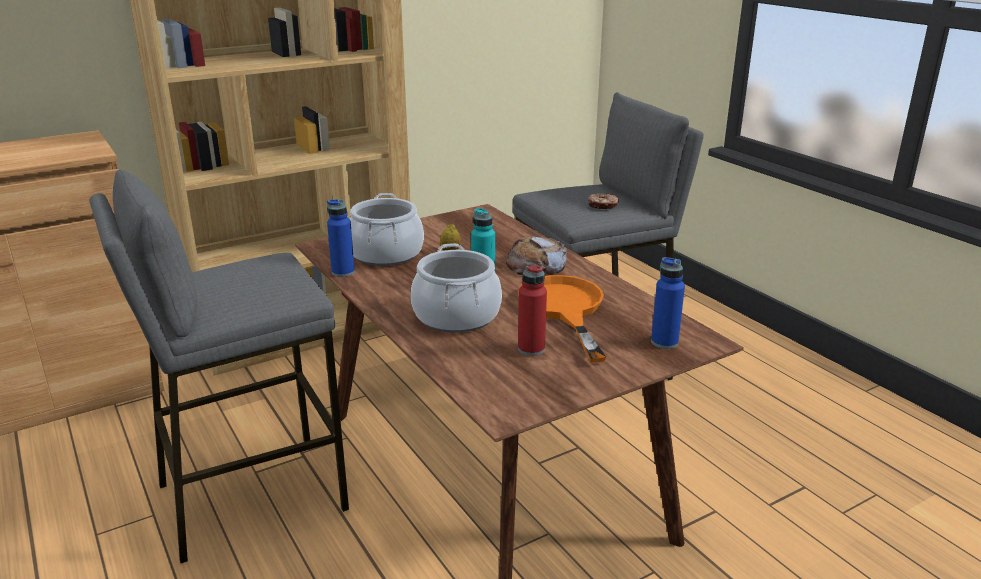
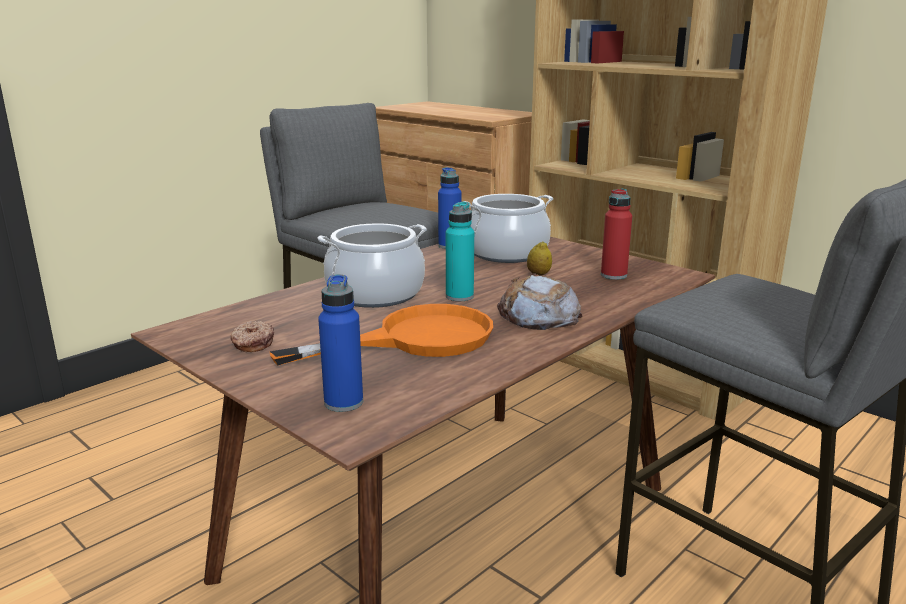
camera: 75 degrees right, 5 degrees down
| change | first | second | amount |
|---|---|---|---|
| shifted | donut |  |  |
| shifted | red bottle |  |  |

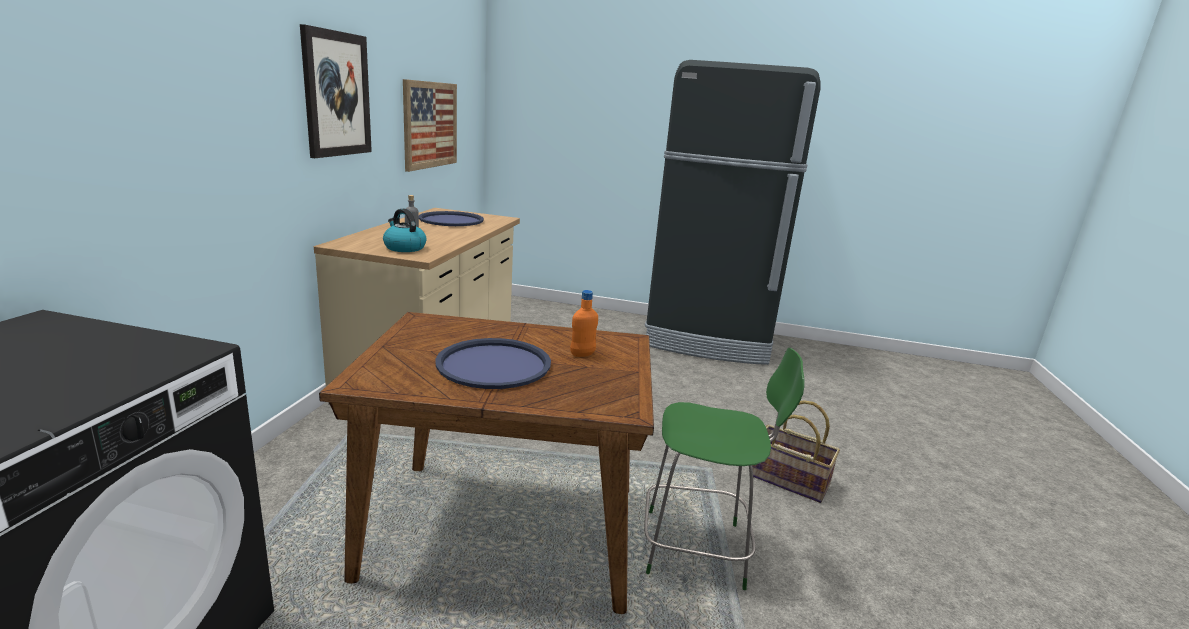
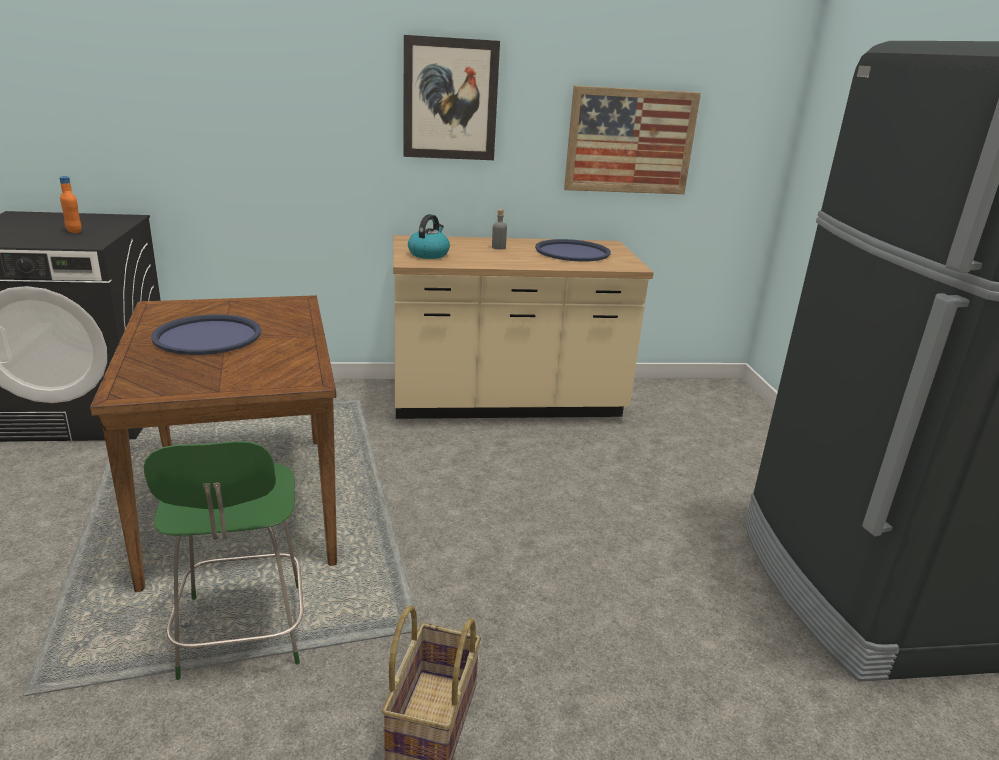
camera: 70 degrees right, 5 degrees up
| change | first | second | amount |
|---|---|---|---|
| shifted | orange bottle |  |  |

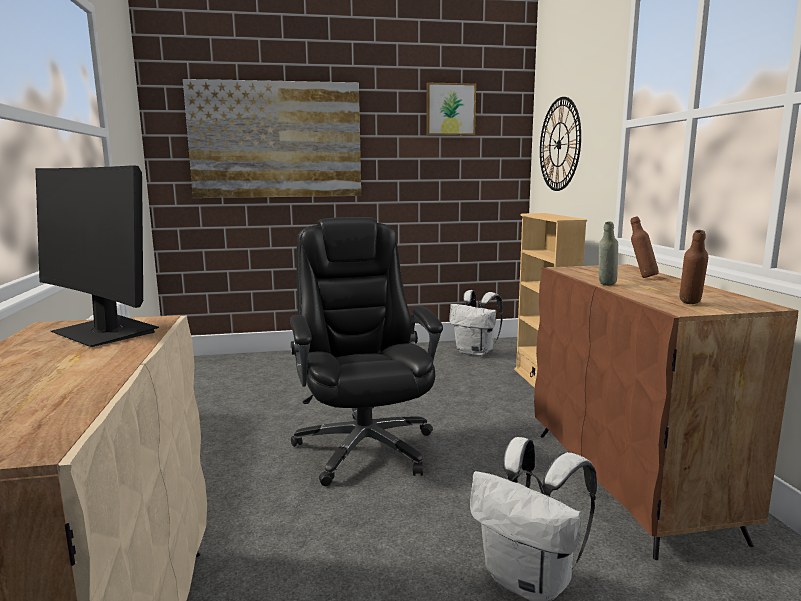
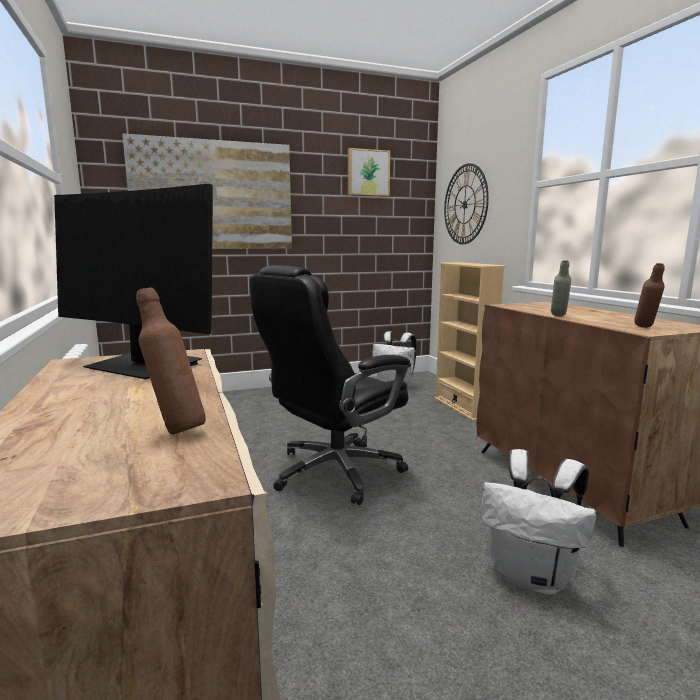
camera: 10 degrees left, 0 degrees up
| change | first | second | amount |
|---|---|---|---|
| shifted | brown bottle (no. 1 from left) |  |  |
| rotated | black office chair |  | 105 degrees counterclockwise |

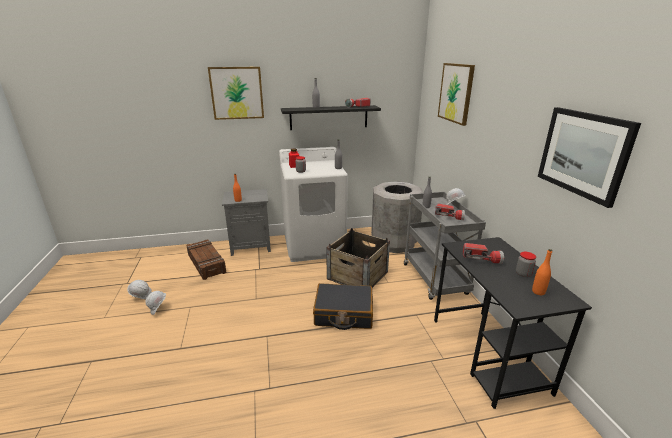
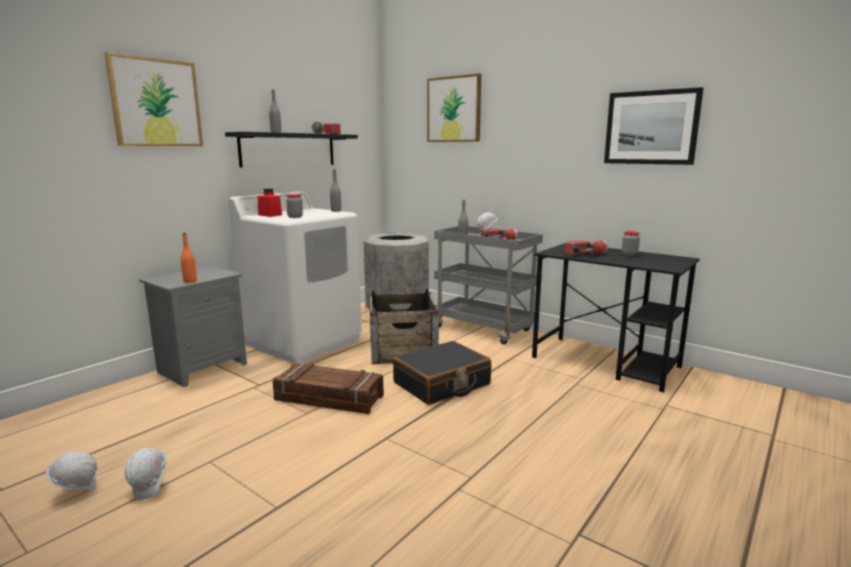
camera: 40 degrees left, 10 degrees down
| change | first | second | amount |
|---|---|---|---|
| shifted | crate (no. 1 from left) |  |  |
| gone | orange bottle (no. 2 from left) |  |  |

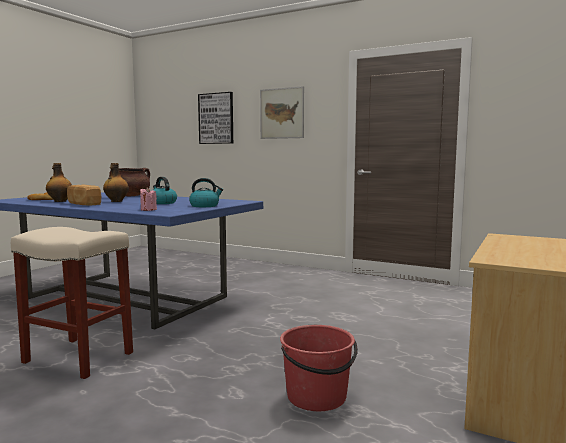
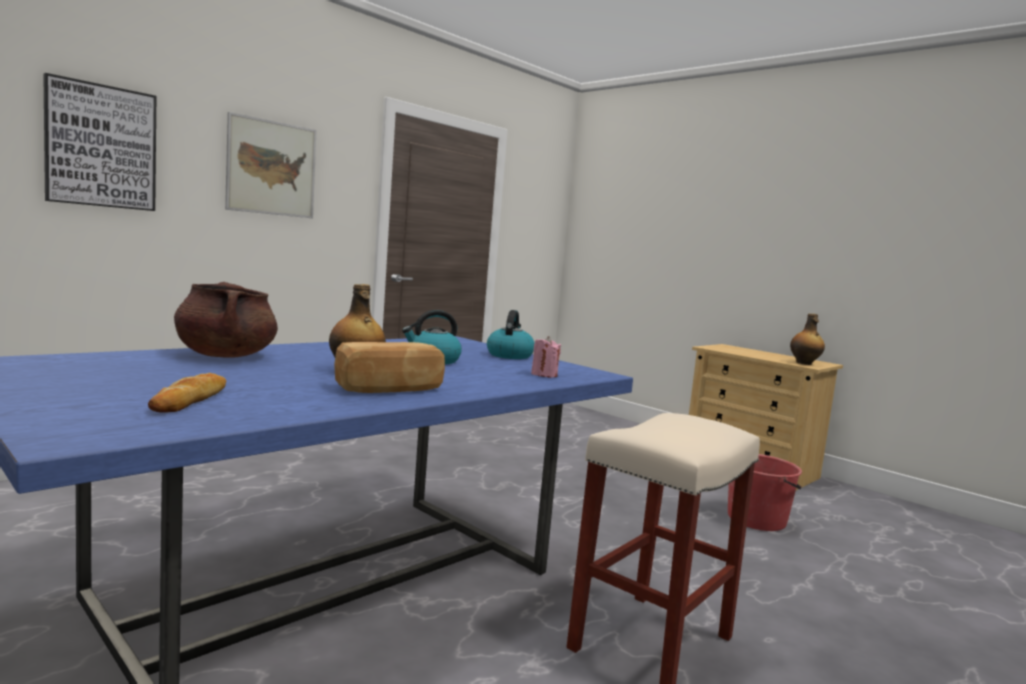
camera: 75 degrees left, 0 degrees up
| change | first | second | amount |
|---|---|---|---|
| shifted | bottle (no. 1 from left in the first image) | bottle (no. 2 from left) |  |

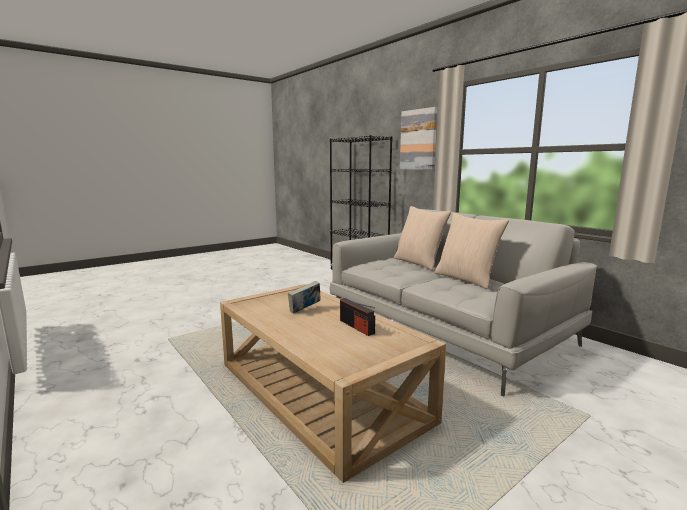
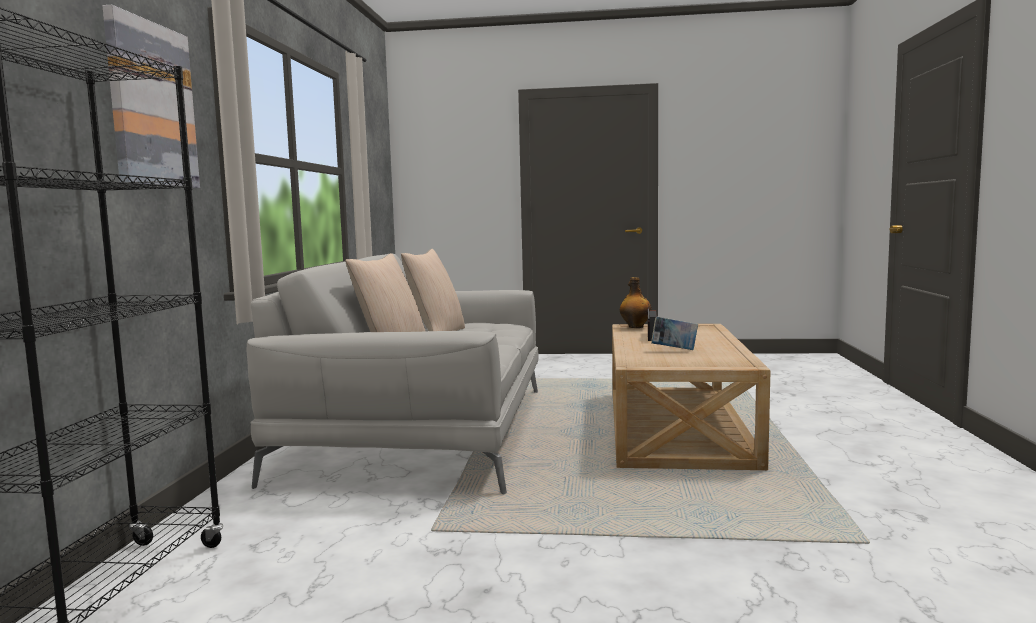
camera: 135 degrees left, 5 degrees down
| change | first | second | amount |
|---|---|---|---|
| new |  | bottle |  |

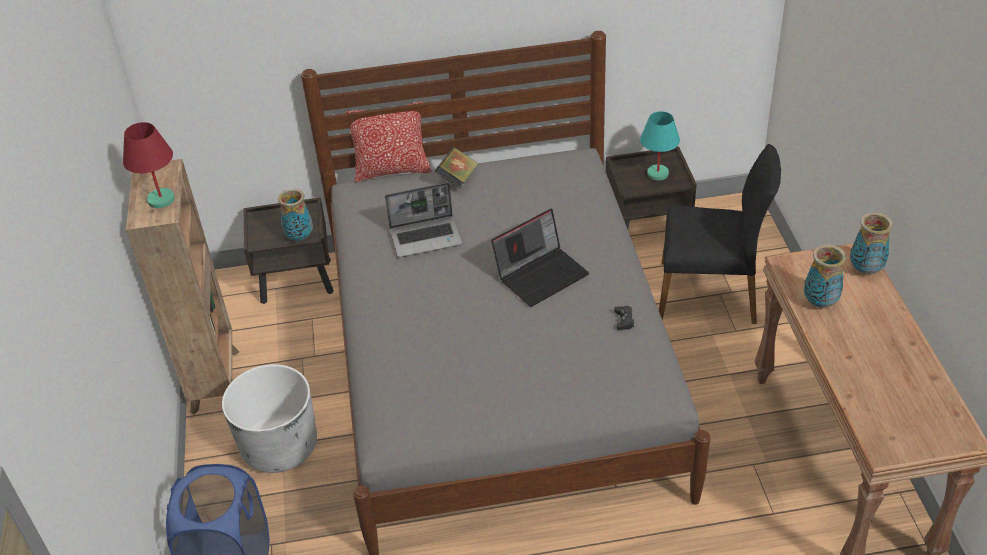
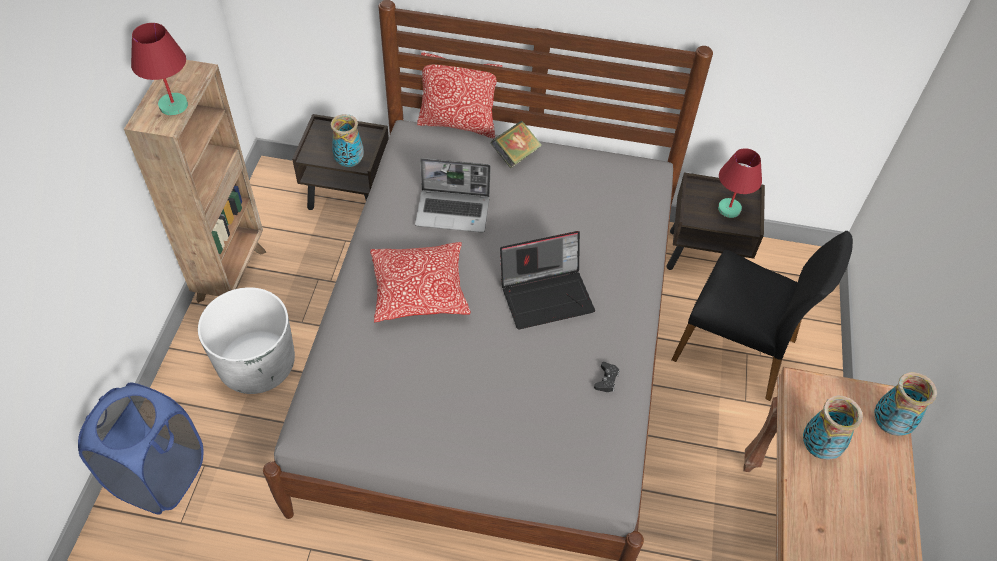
camera: 15 degrees right, 10 degrees up
| change | first | second | amount |
|---|---|---|---|
| repainted | turquoise table lamp | red table lamp (no. 2 from left) |  |
| new |  | pillow (no. 1 from left) |  |

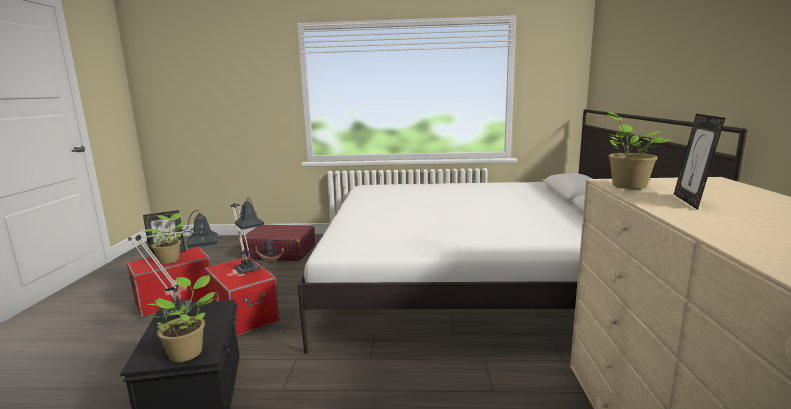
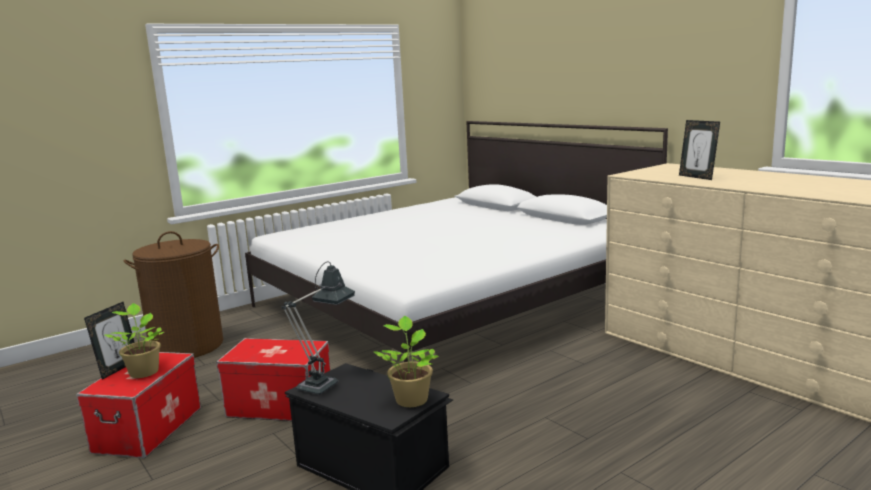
camera: 40 degrees left, 0 degrees up
| change | first | second | amount |
|---|---|---|---|
| gone | potted plant (no. 3 from left) |  |  |
| gone | table lamp (no. 2 from left) |  |  |
| swapped | red suitcase | brown laundry basket |  |

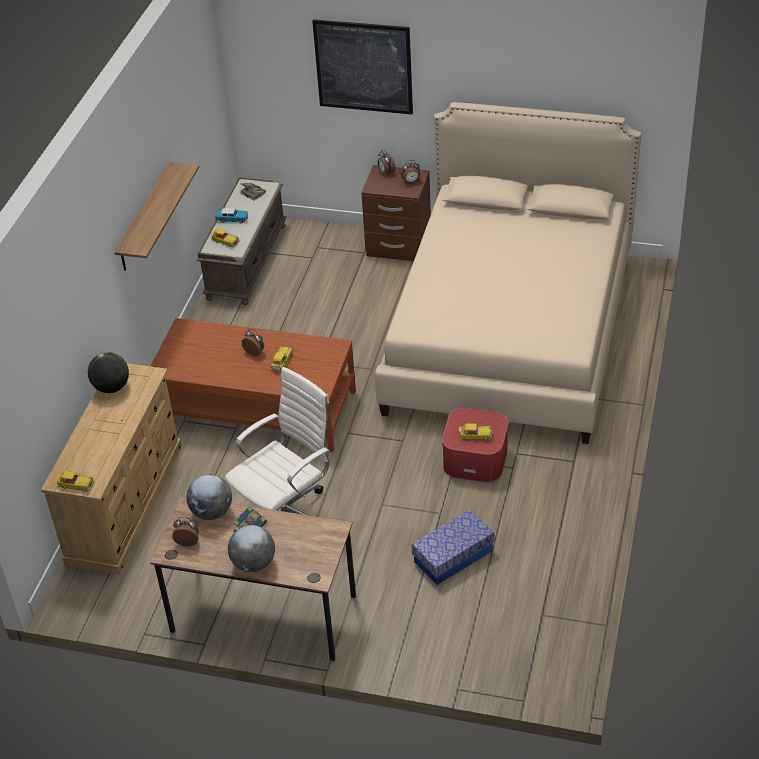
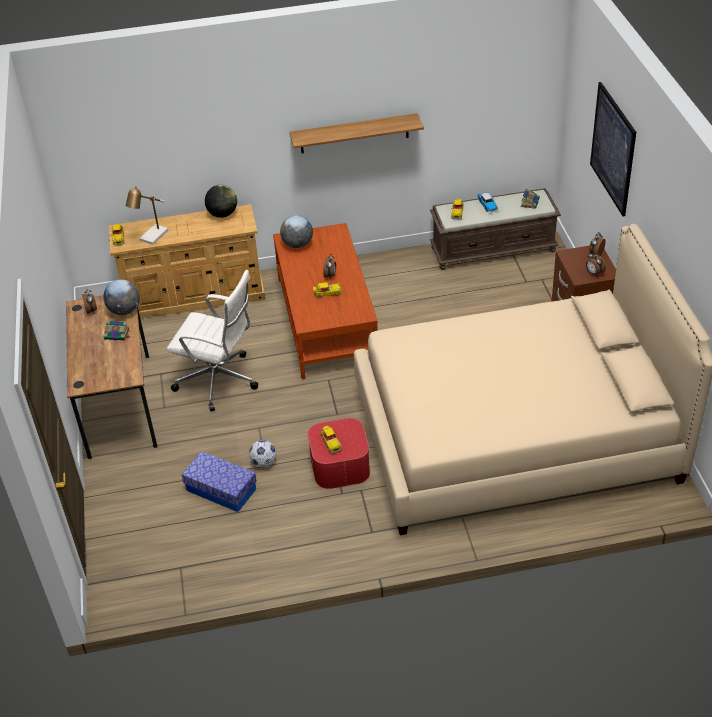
camera: 65 degrees right, 0 degrees up
| change | first | second | amount |
|---|---|---|---|
| shifted | globe (no. 3 from left) |  |  |
| new |  | table lamp |  |
| new |  | football |  |

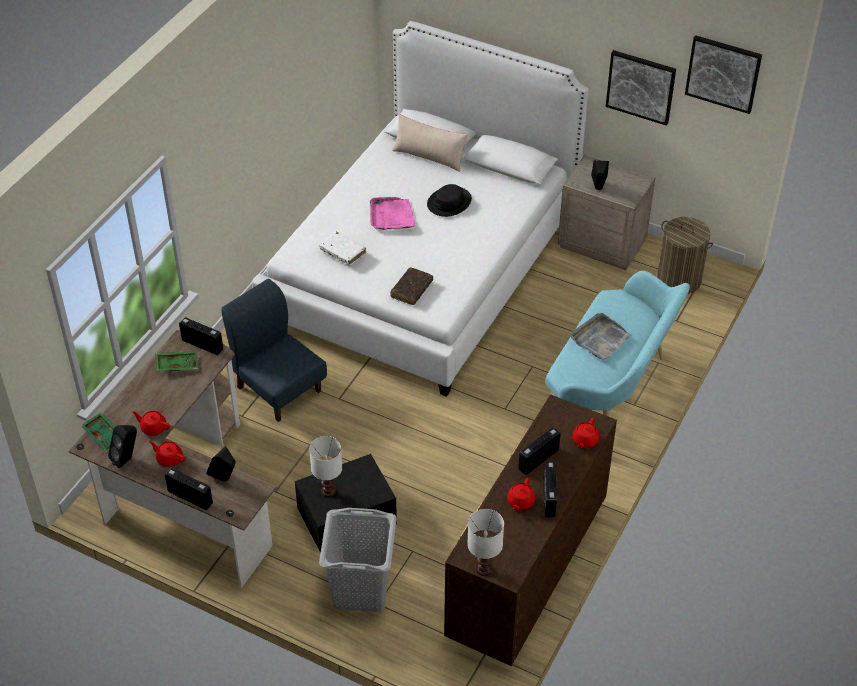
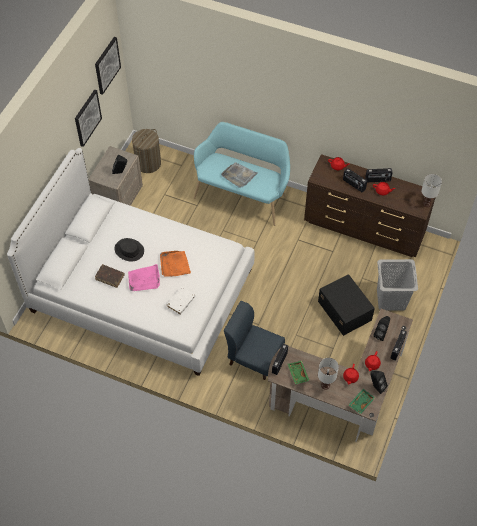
camera: 95 degrees left, 10 degrees up
| change | first | second | amount |
|---|---|---|---|
| gone | beige pillow |  |  |
| shifted | brown book |  |  |
| rotated | blue chair |  | 75 degrees clockwise |
| shifted | white table lamp (no. 1 from left) |  |  |
| new |  | orange tray |  |

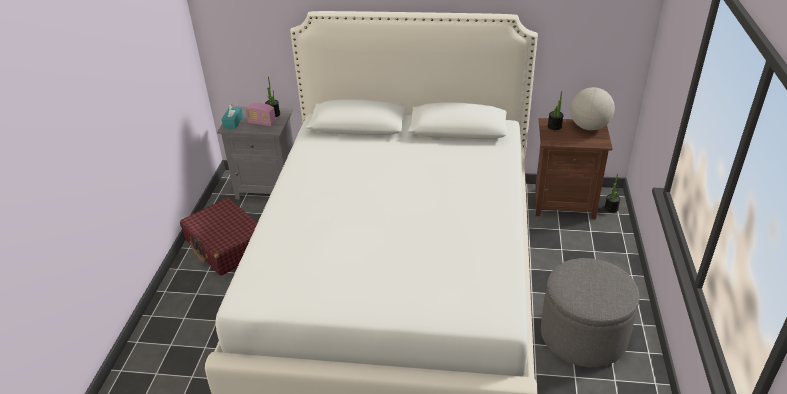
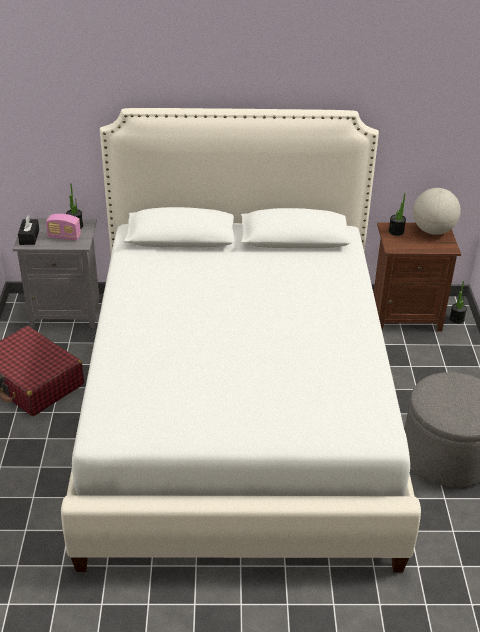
camera: 10 degrees left, 0 degrees up
| change | first | second | amount |
|---|---|---|---|
| repainted | turquoise tissue box | black tissue box |  |

